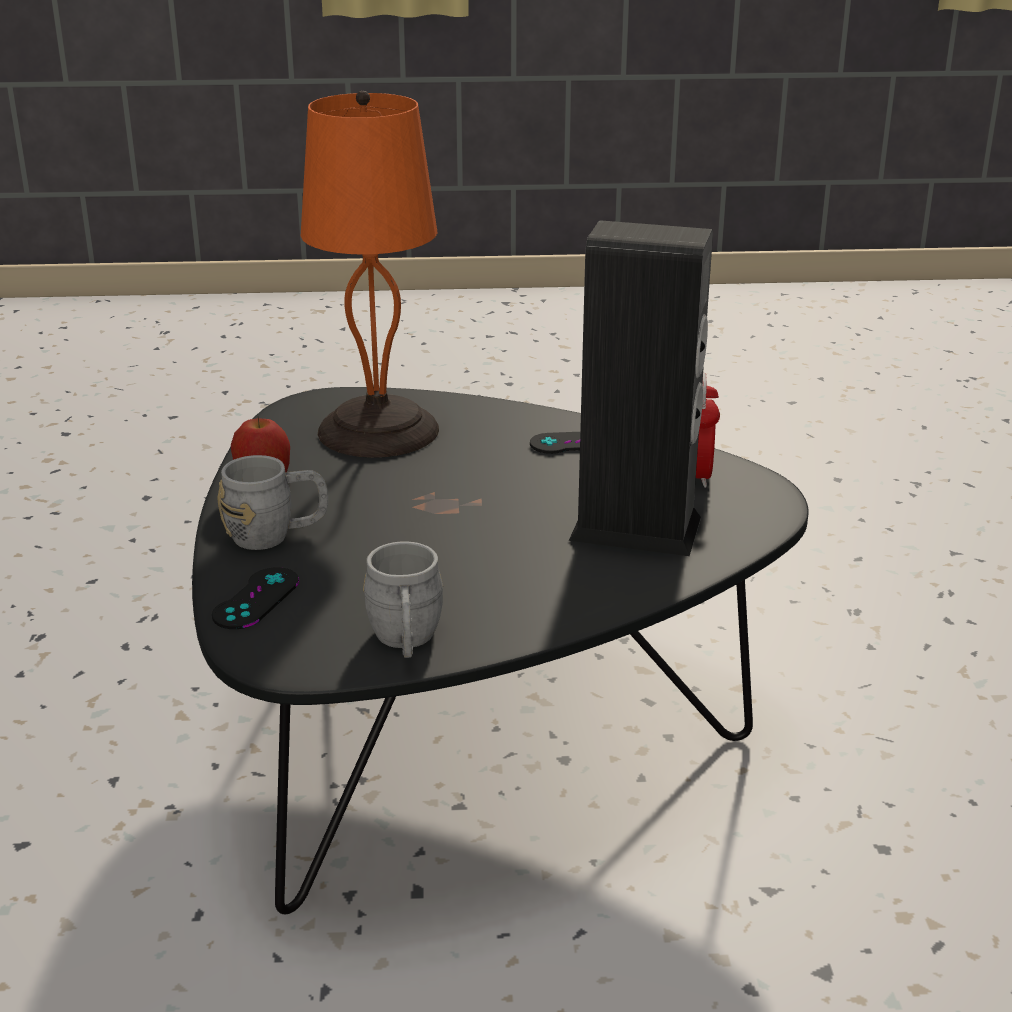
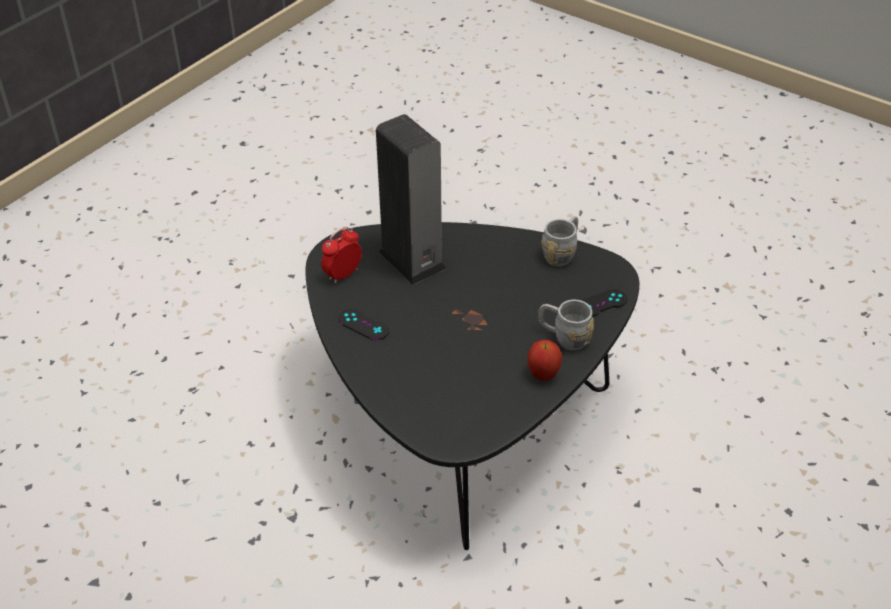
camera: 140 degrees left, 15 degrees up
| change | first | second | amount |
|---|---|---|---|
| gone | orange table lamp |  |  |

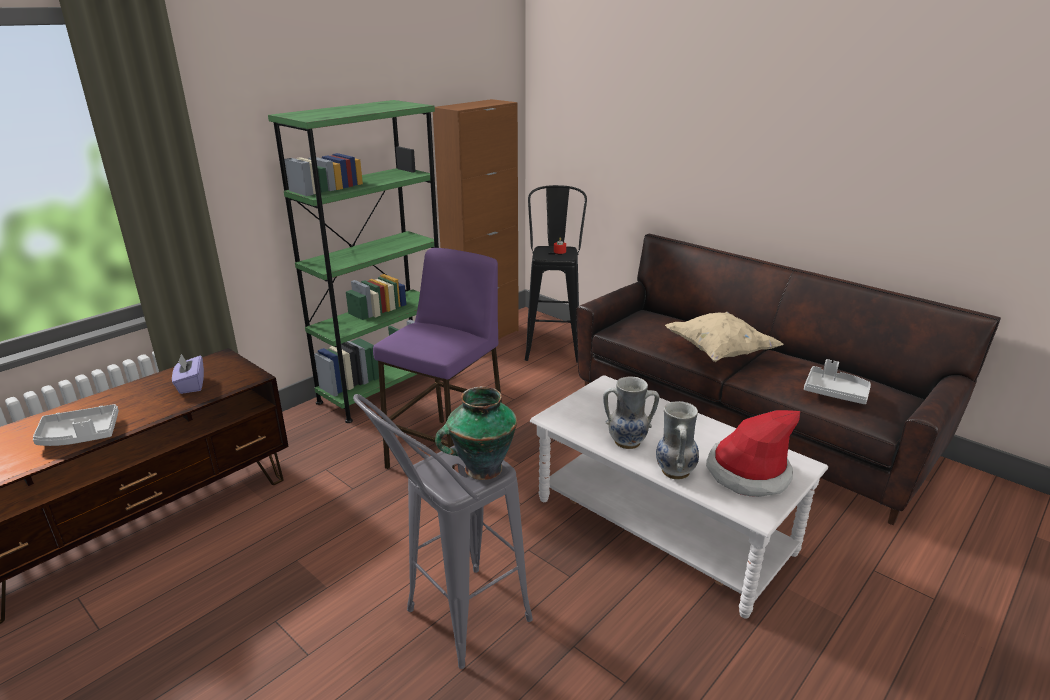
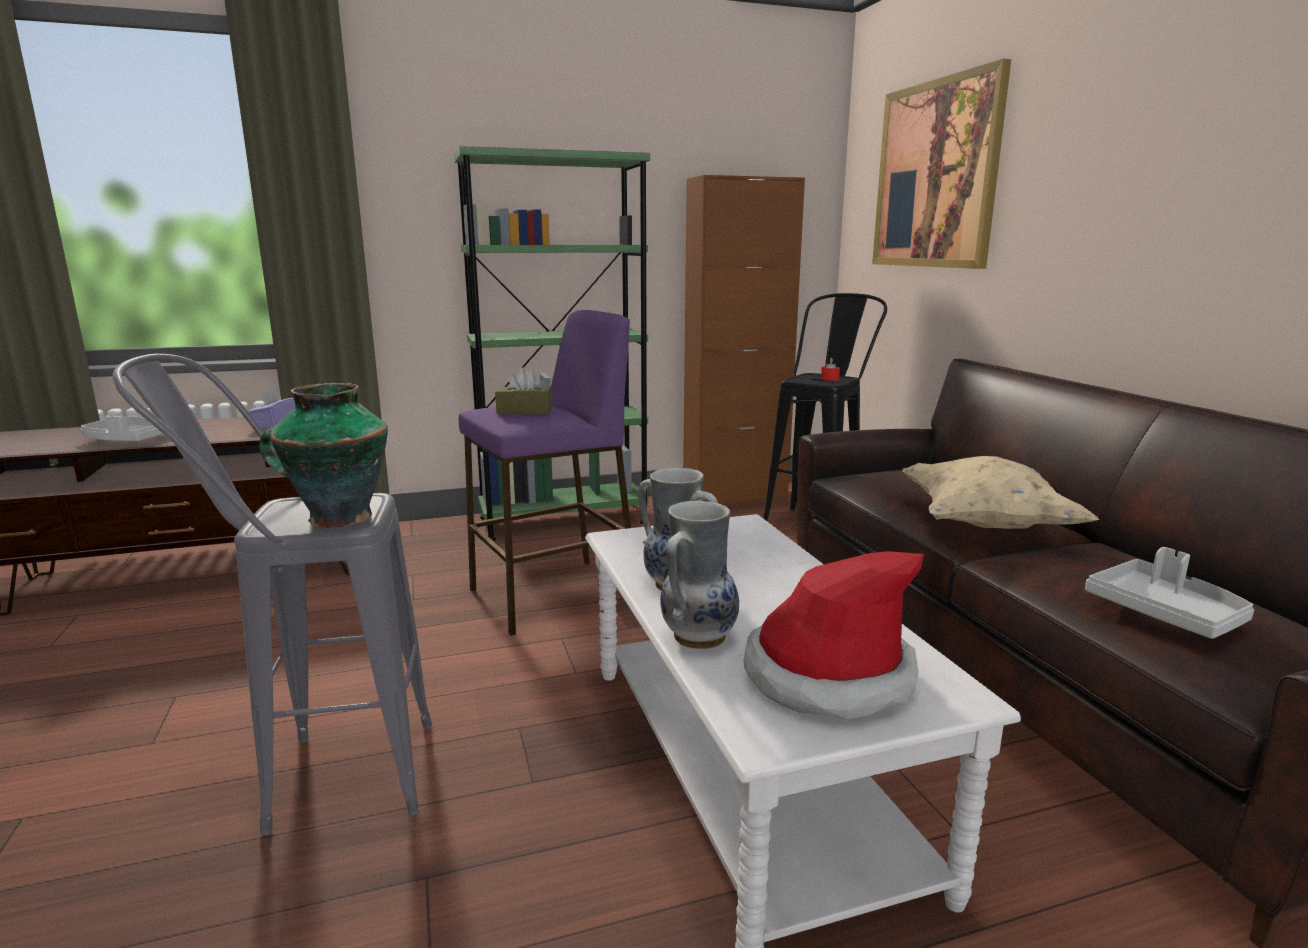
camera: 30 degrees right, 10 degrees down
| change | first | second | amount |
|---|---|---|---|
| new |  | picture |  |
| new |  | brown tissue box |  |

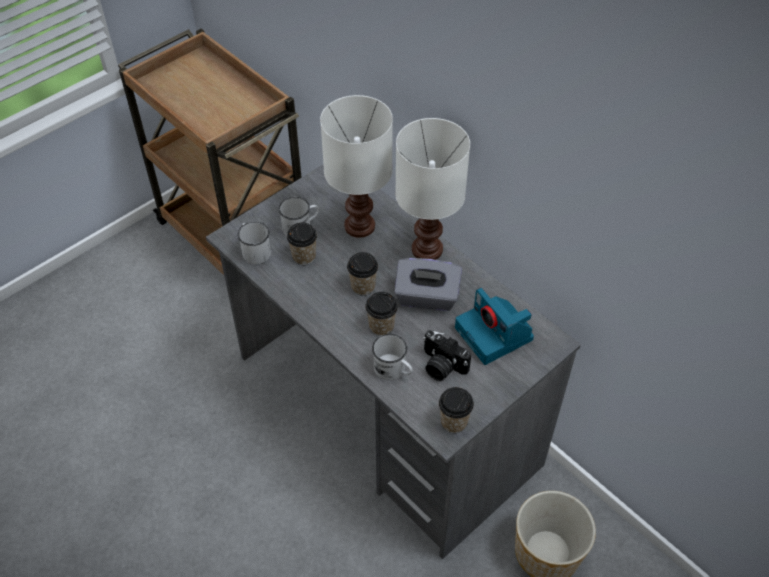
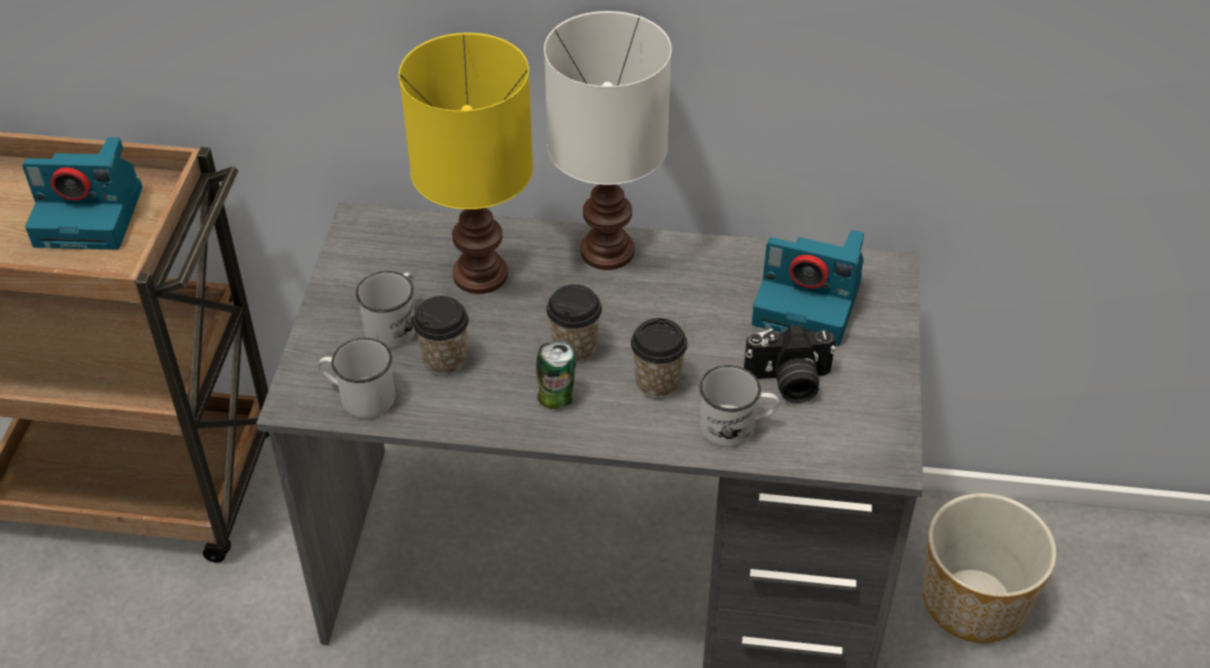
camera: 40 degrees left, 5 degrees down
| change | first | second | amount |
|---|---|---|---|
| repainted | white table lamp (no. 1 from left) | yellow table lamp |  |
| gone | grey tissue box |  |  |
| gone | cup (no. 4 from left) |  |  |
| new |  | photo camera (no. 1 from left) |  |
| new |  | can |  |

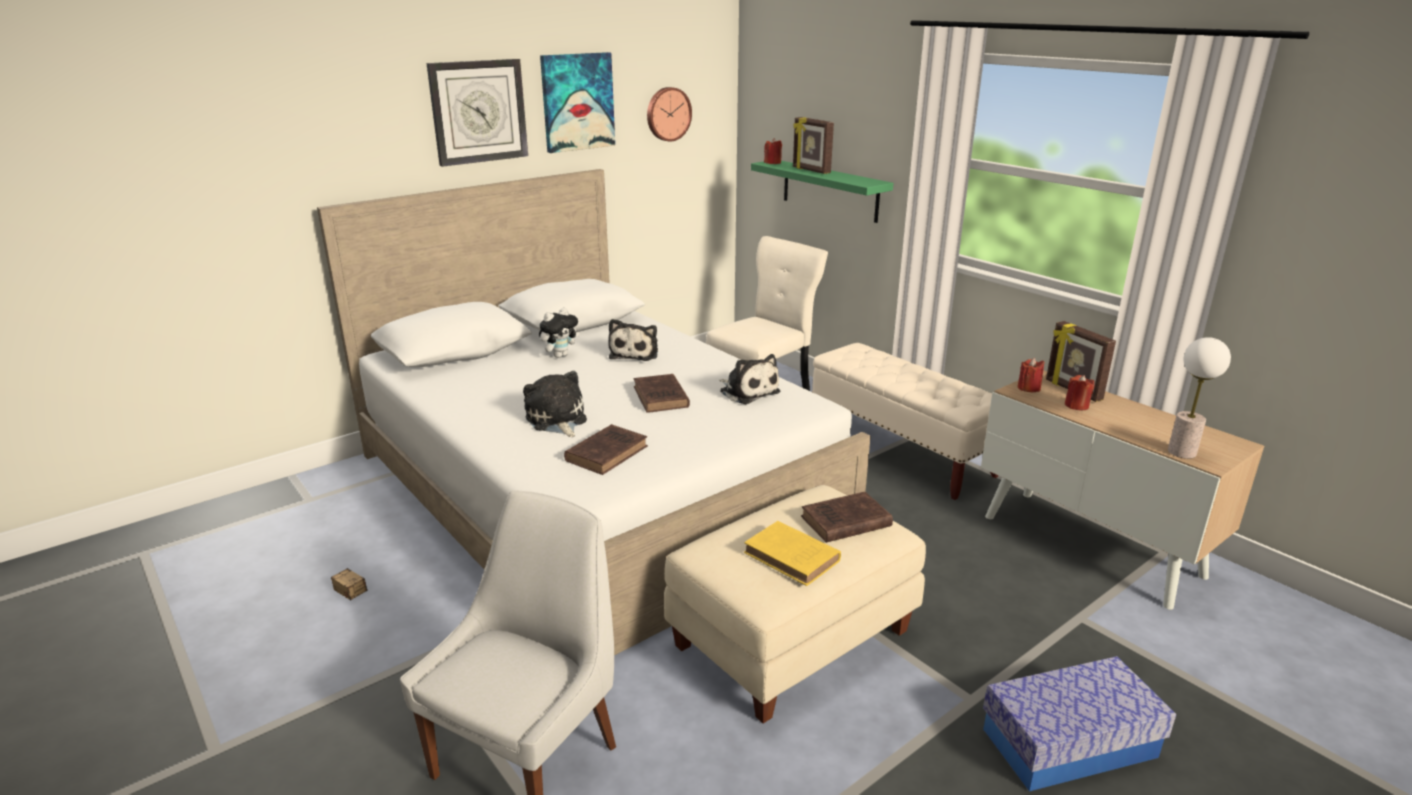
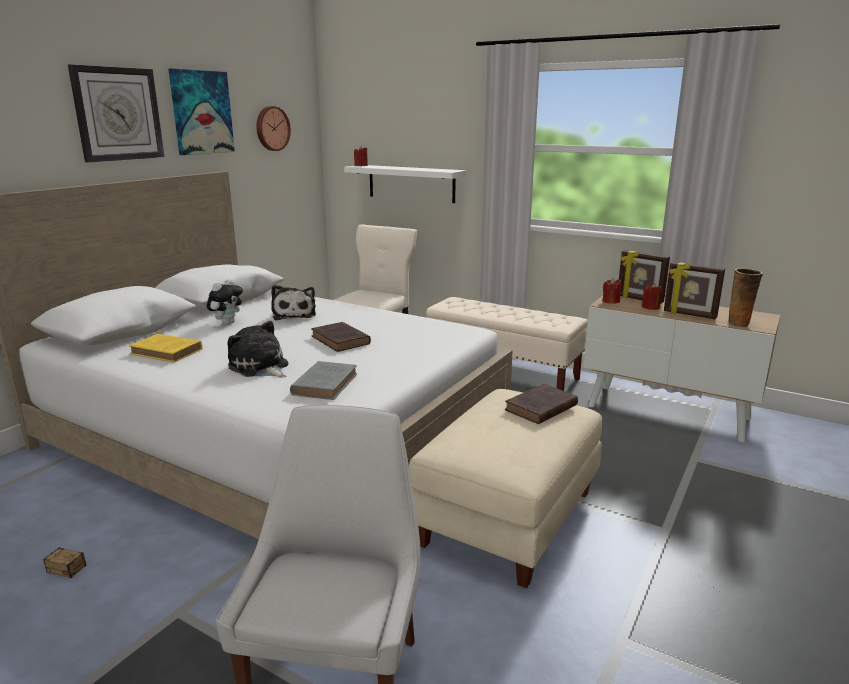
camera: 20 degrees left, 5 degrees down
| change | first | second | amount |
|---|---|---|---|
| shifted | picture frame (no. 1 from left in the first image) | picture frame (no. 2 from left) |  |
| repainted | green shelf | white shelf |  |
| swapped | table lamp | vase |  |
| gone | plush toy (no. 4 from left) |  |  |
| repainted | brown book (no. 1 from left) | grey book |  |
| shifted | yellow book |  |  |
| gone | storage box (no. 2 from left) |  |  |

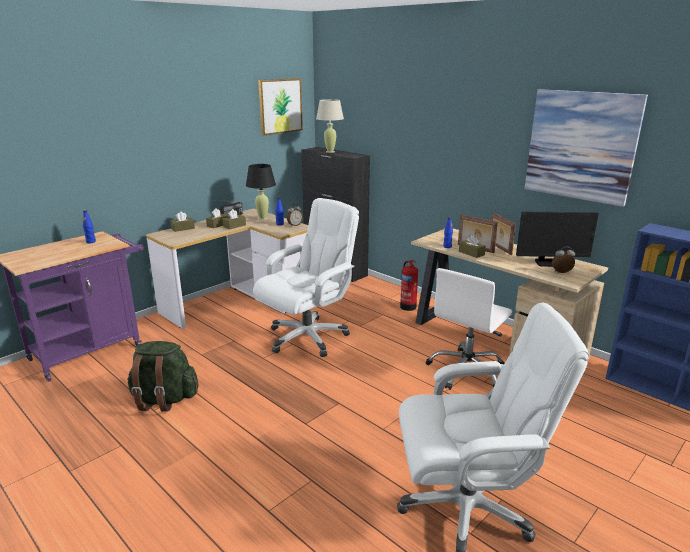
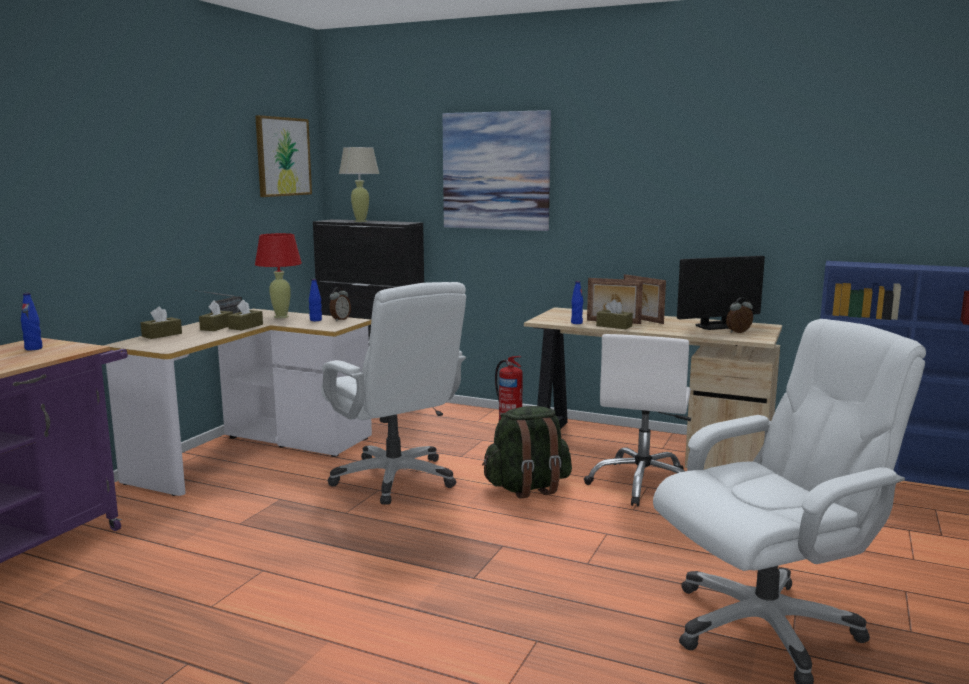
camera: 20 degrees left, 10 degrees down
| change | first | second | amount |
|---|---|---|---|
| shifted | picture (no. 2 from left) |  |  |
| repainted | black table lamp | red table lamp |  |
| rotated | white office chair (no. 1 from left) |  | 120 degrees clockwise |
| shifted | green backpack |  |  |

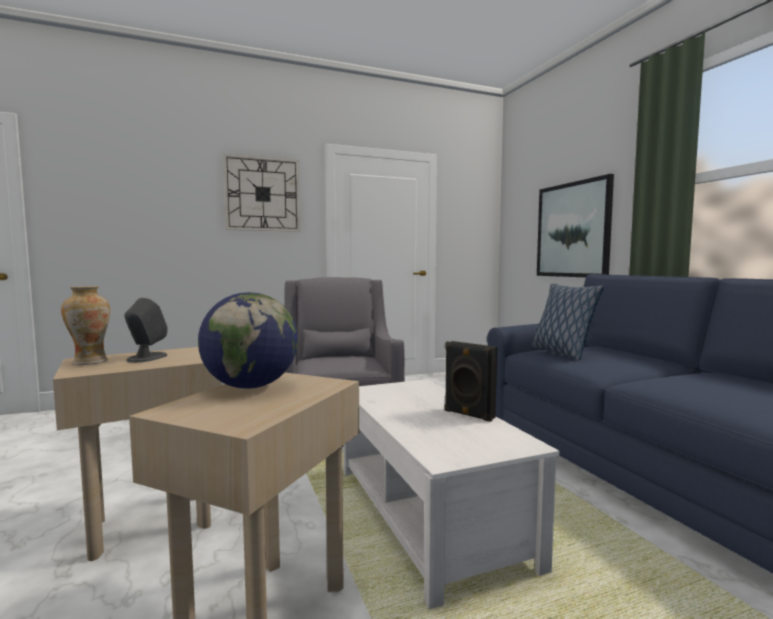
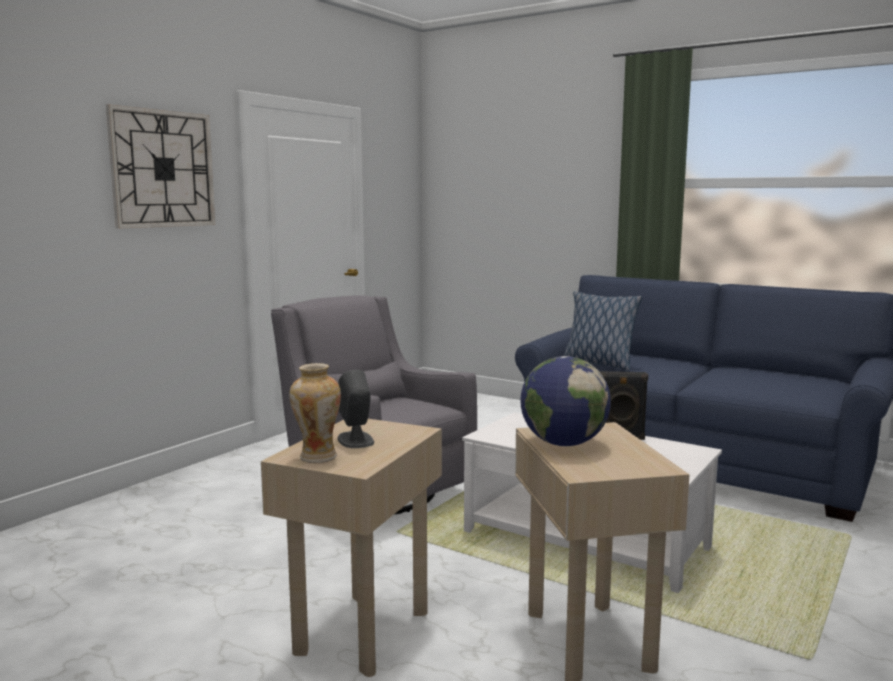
camera: 35 degrees left, 5 degrees up
| change | first | second | amount |
|---|---|---|---|
| gone | picture |  |  |

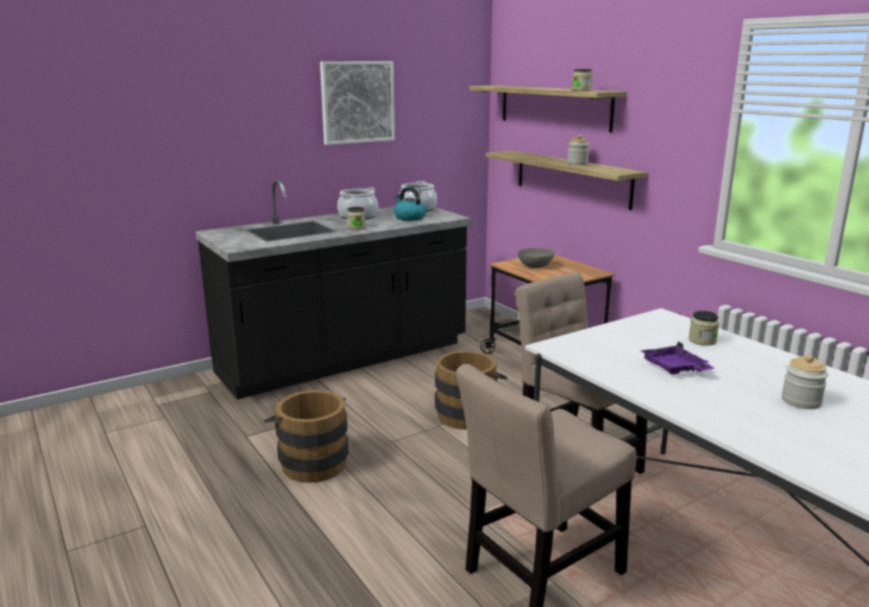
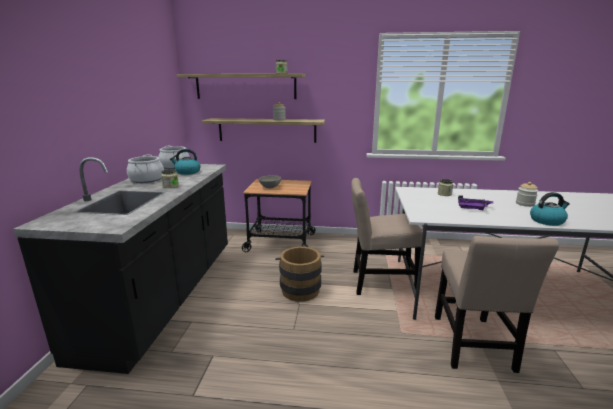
camera: 50 degrees left, 0 degrees up
| change | first | second | amount |
|---|---|---|---|
| gone | picture |  |  |
| gone | brown bucket (no. 1 from left) |  |  |
| new |  | kettle (no. 2 from left) |  |

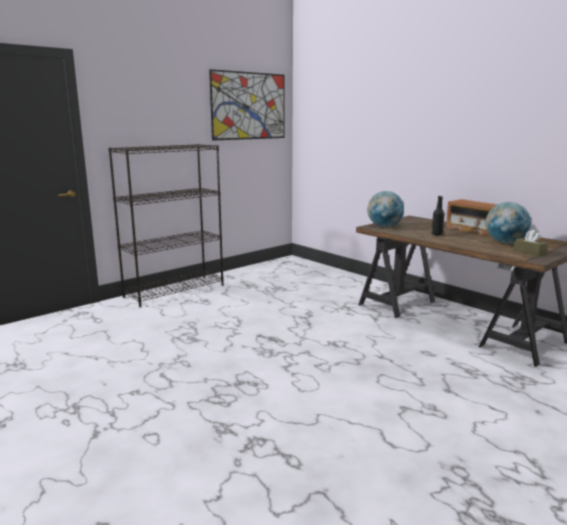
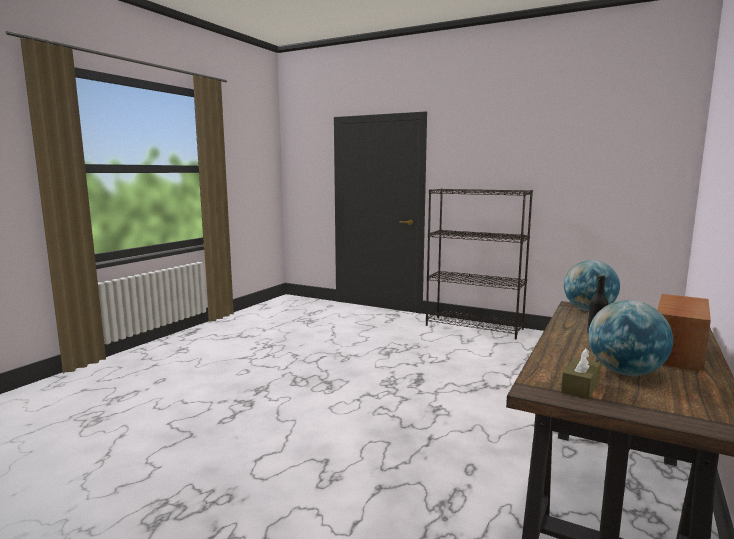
camera: 70 degrees right, 5 degrees down
| change | first | second | amount |
|---|---|---|---|
| gone | picture |  |  |

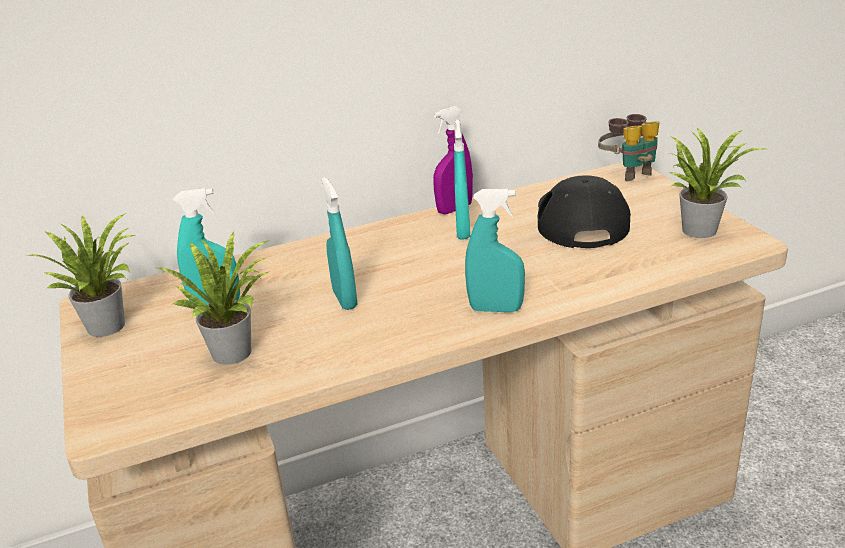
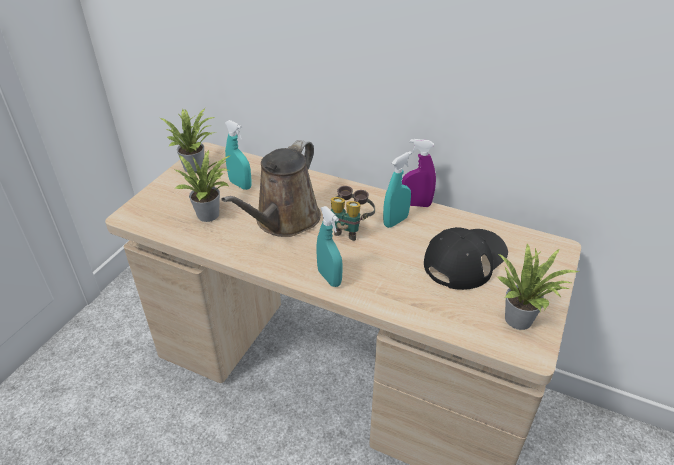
camera: 45 degrees right, 10 degrees up
| change | first | second | amount |
|---|---|---|---|
| shifted | binoculars |  |  |
| swapped | turquoise spray bottle (no. 2 from left) | brown watering can |  |

